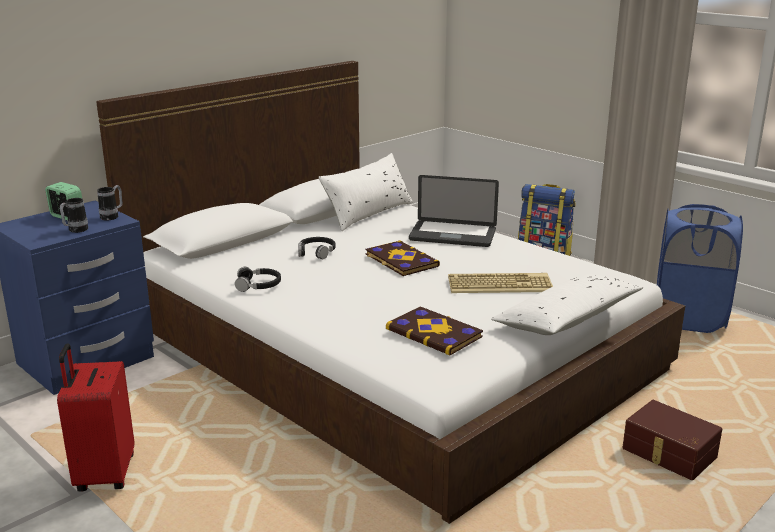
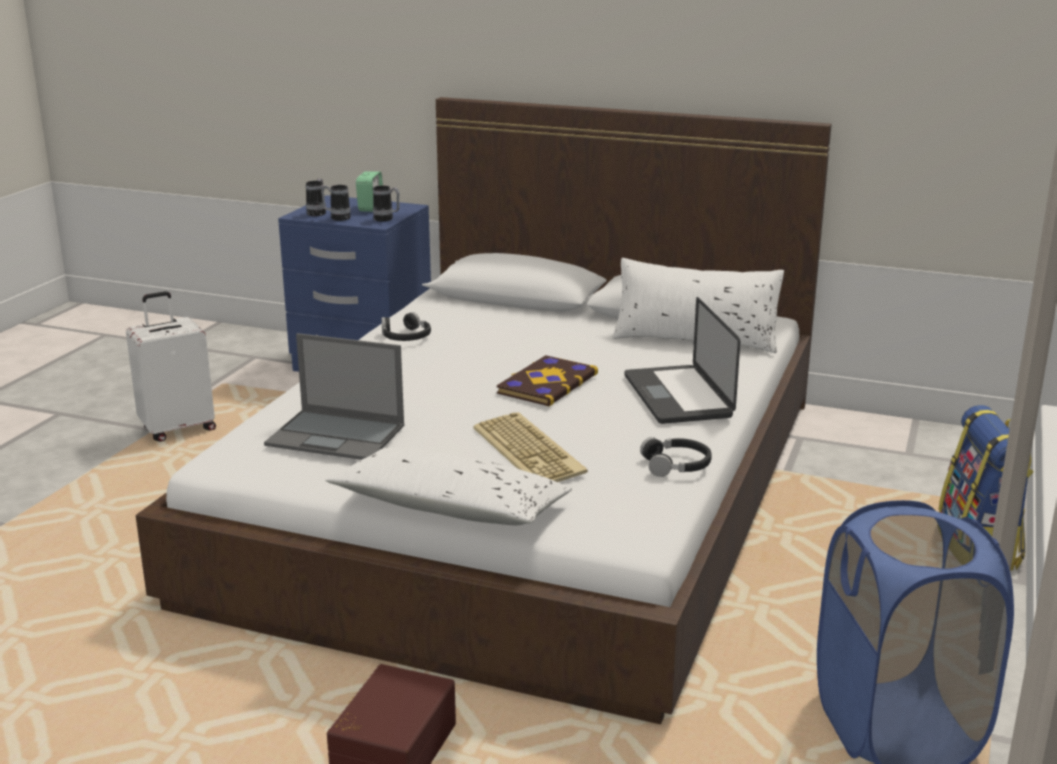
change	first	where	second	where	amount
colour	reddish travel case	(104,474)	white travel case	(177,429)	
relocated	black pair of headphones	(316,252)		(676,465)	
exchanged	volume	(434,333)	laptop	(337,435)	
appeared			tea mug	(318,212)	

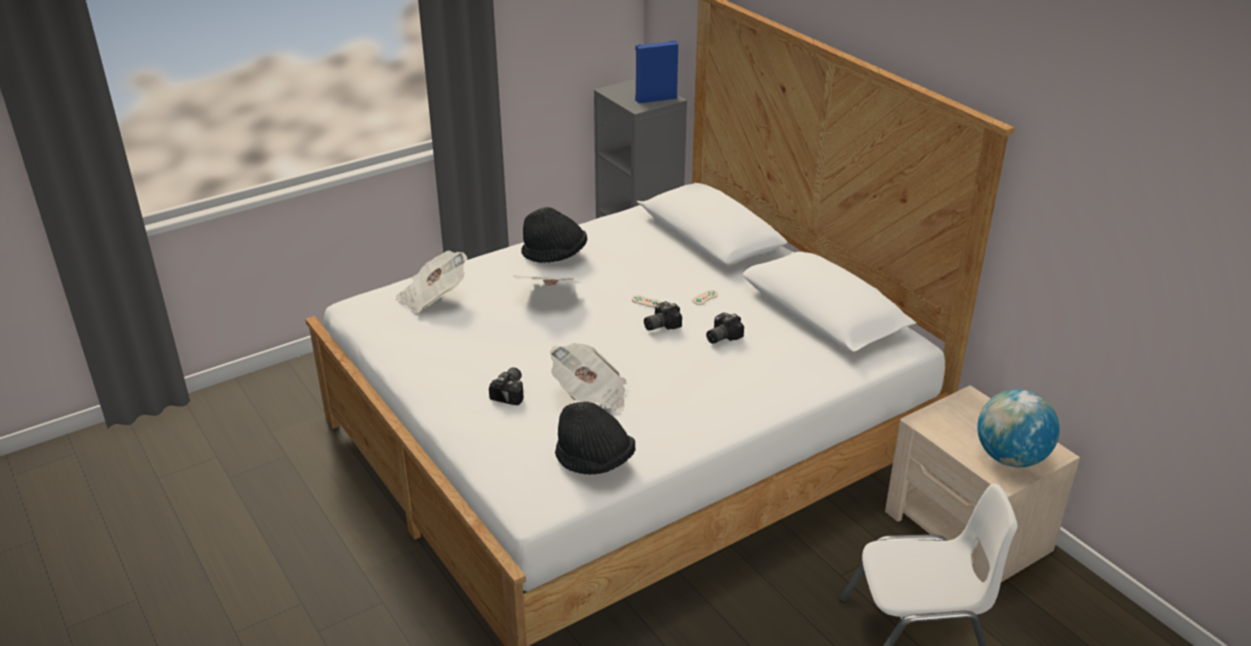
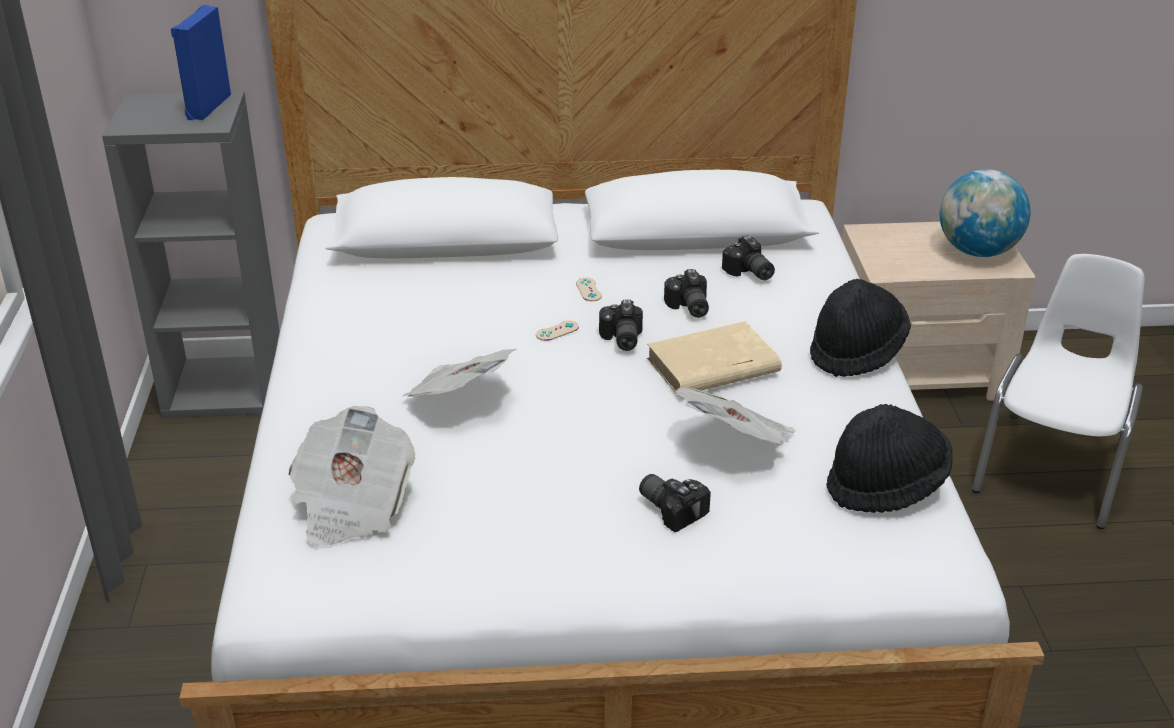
change	first	where	second	where	amount
relocated	black hat	(555,255)		(856,352)	
appeared			beige volume	(712,366)	
appeared			photo camera	(748,273)	

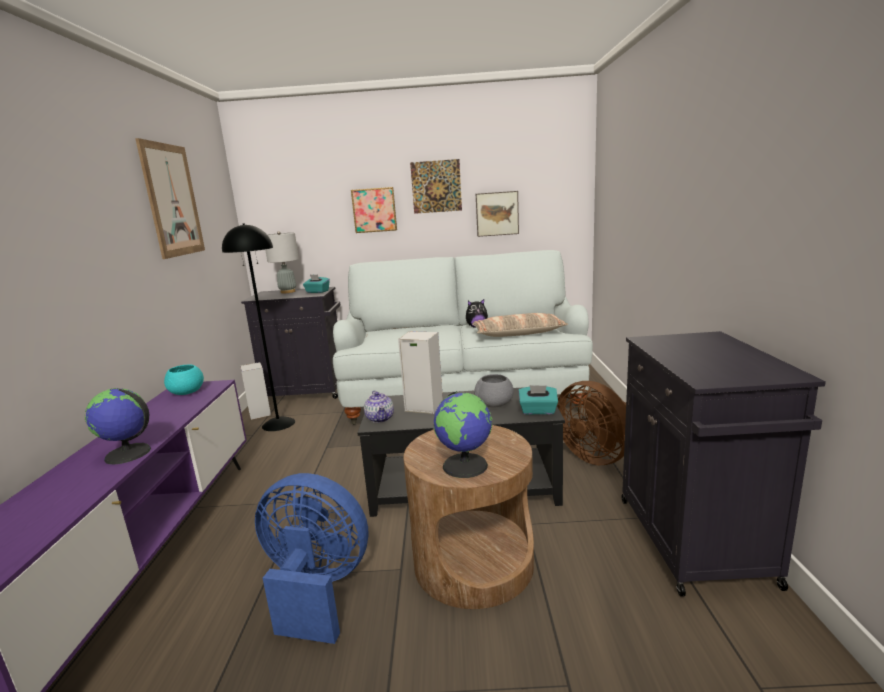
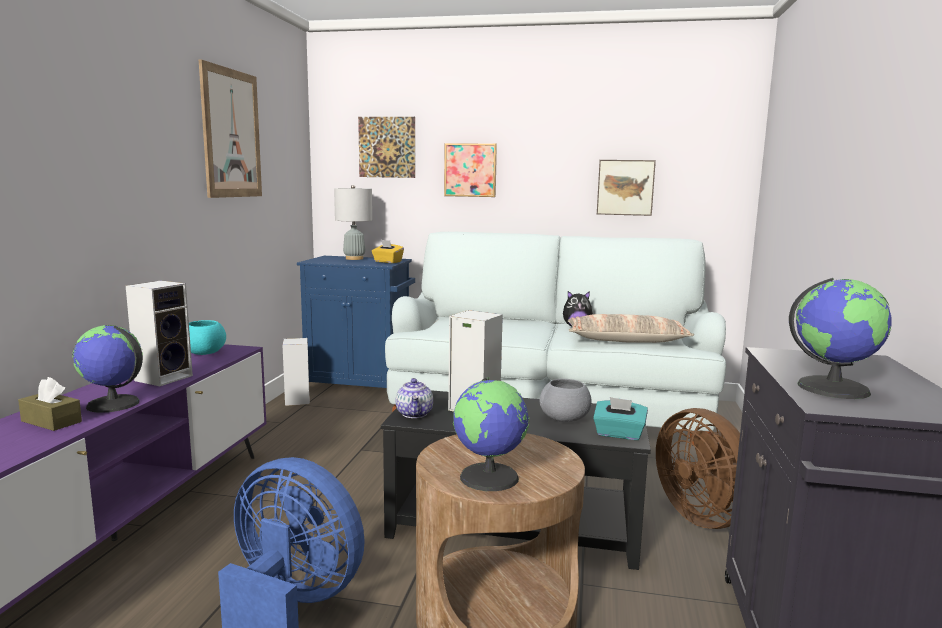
change	first	where	second	where	amount
missing	black floor lamp	(278,423)			
colour	black storage cabinet	(307,391)	blue-coloured storage cabinet	(360,384)	
colour	turquoise-coloured tissue box	(317,292)	yellow-coloured tissue box	(387,262)	
relocated	wall art	(436,186)		(387,147)	
appeared			brown tissue box	(51,421)	
appeared			audio speaker	(164,377)	
appeared			globe	(832,388)	

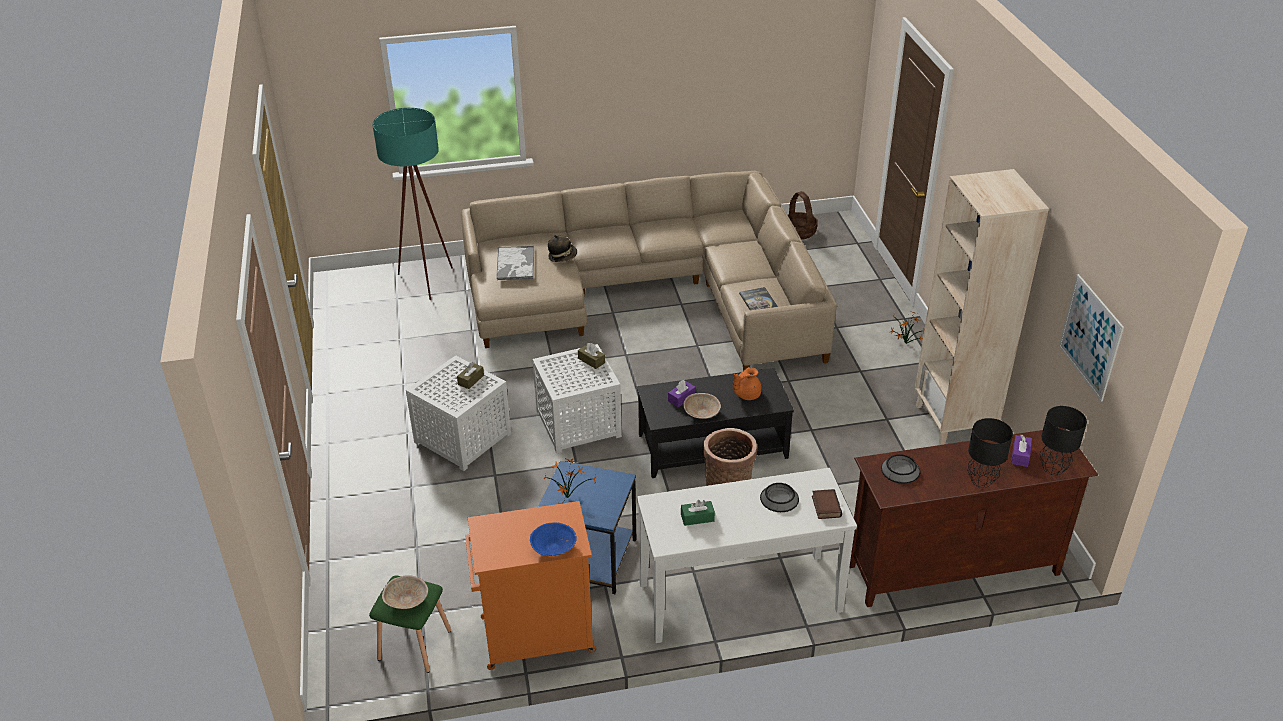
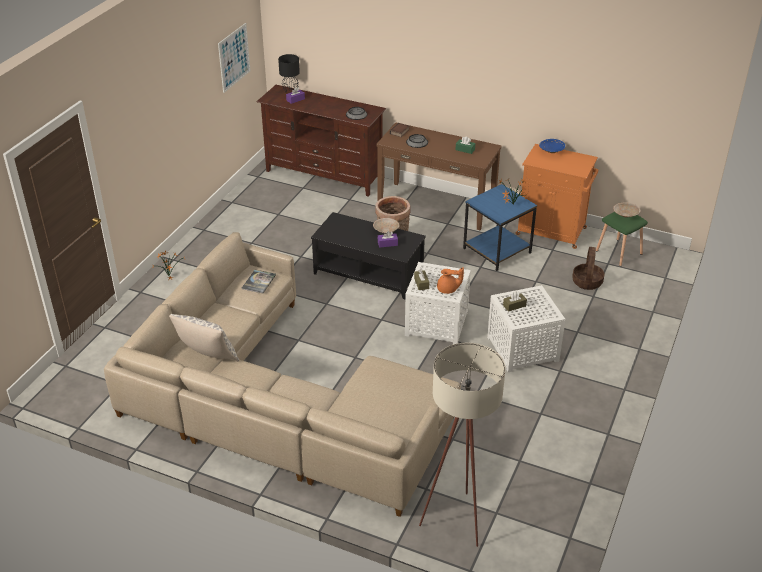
change	first	where	second	where	amount
colour	turquoise-coloured floor lamp	(427,285)	beige floor lamp	(457,515)	
missing	carrying tray	(515,264)			
missing	hat	(562,256)			
colour	white hall table	(740,598)	brown hall table	(436,205)	
relocated	orangey tea pot	(746,394)		(448,289)	
relocated	household basket	(799,232)		(587,282)	
missing	beige bookshelf	(954,423)			
missing	black table lamp	(980,481)			
appeared			pillow	(208,358)	

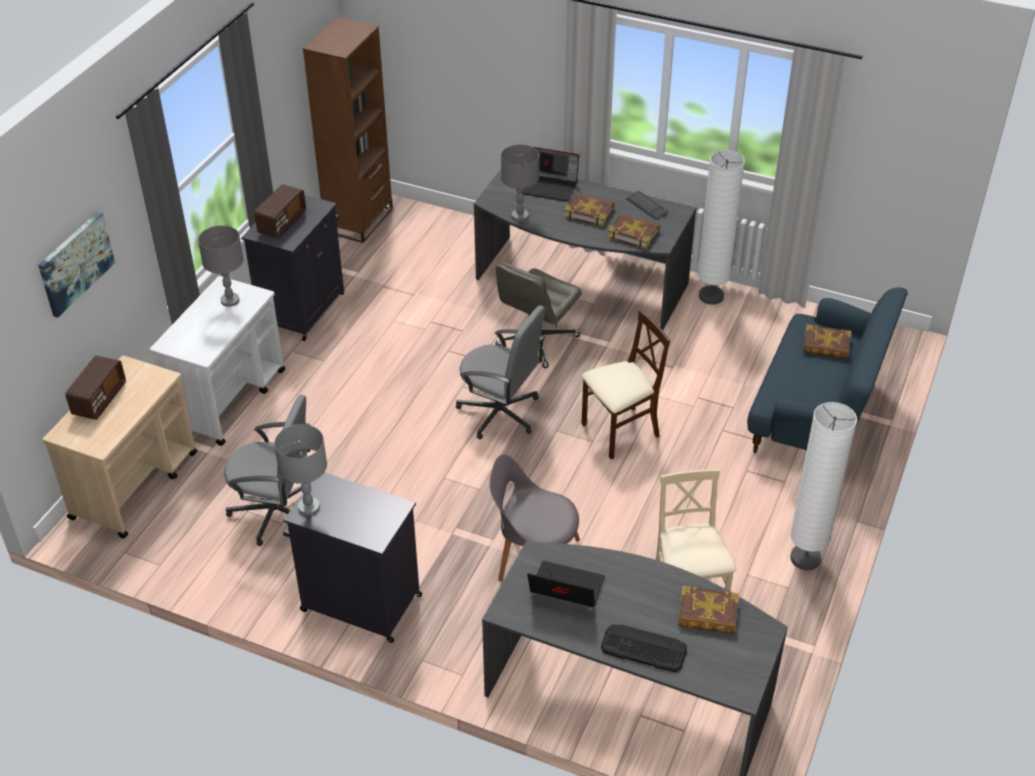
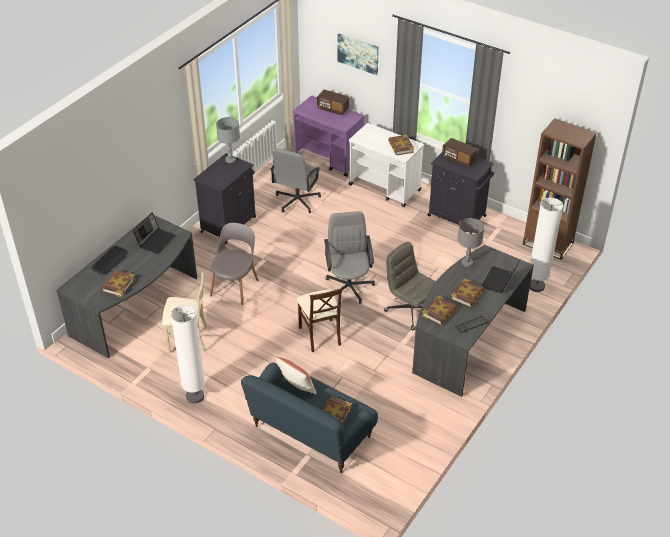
change	first	where	second	where	amount
colour	beige wheeled cart	(135,485)	purplish wheeled cart	(329,158)	
exchanged	greyish table lamp	(230,301)	volume	(400,147)	
spun	greyish office chair	(500,413)		(349,287)	135 degrees clockwise
relocated	white floor lamp	(711,296)		(536,286)	
appeared			pillow	(297,387)	

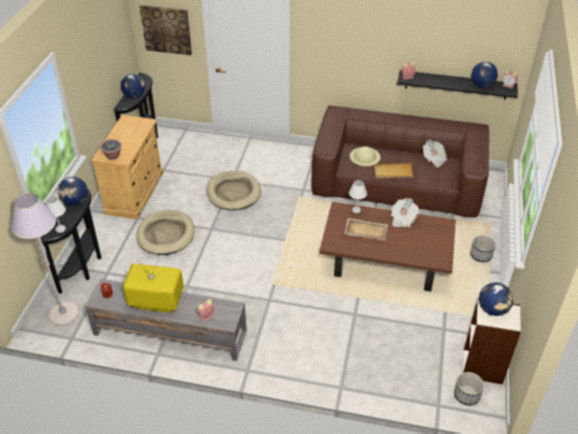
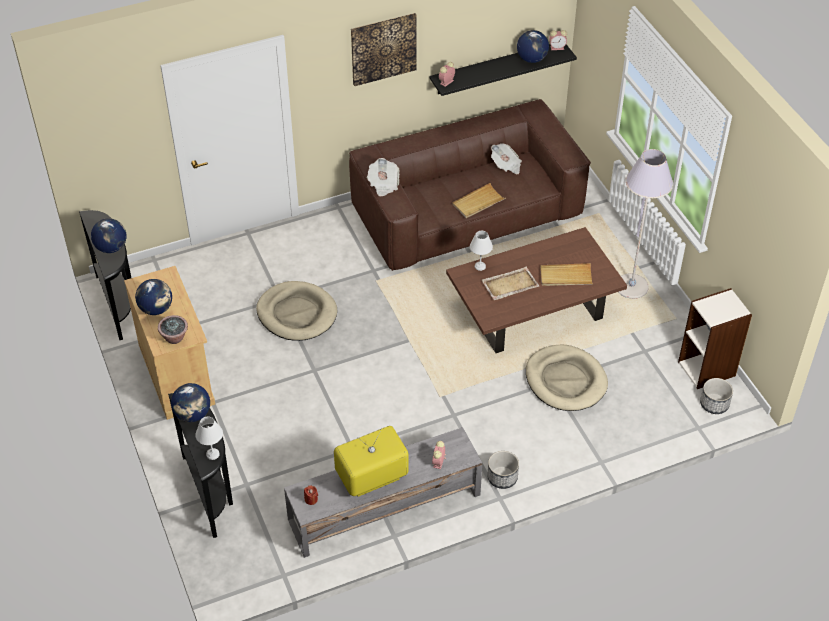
change	first	where	second	where	amount
relocated	greyish floor lamp	(63,314)		(631,287)	
relocated	beige dog bed	(166,234)		(565,380)	
relocated	wall art	(166,29)		(383,48)	
missing	beige hat	(365,156)			
relocated	printed paper	(402,219)		(383,184)	
relocated	plant pot	(480,255)		(502,478)	
relocated	globe	(493,309)		(156,309)	
appeared			beige carrying tray	(565,276)	

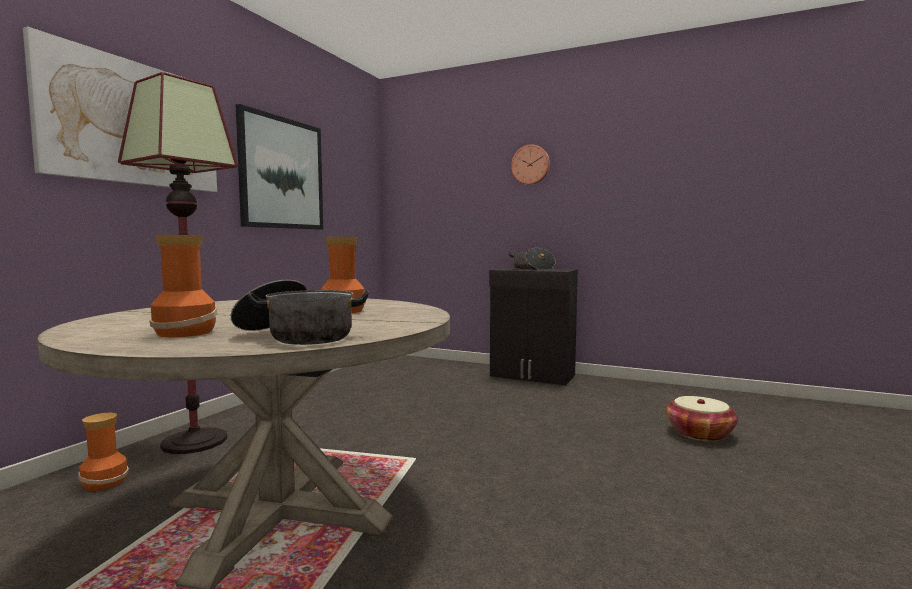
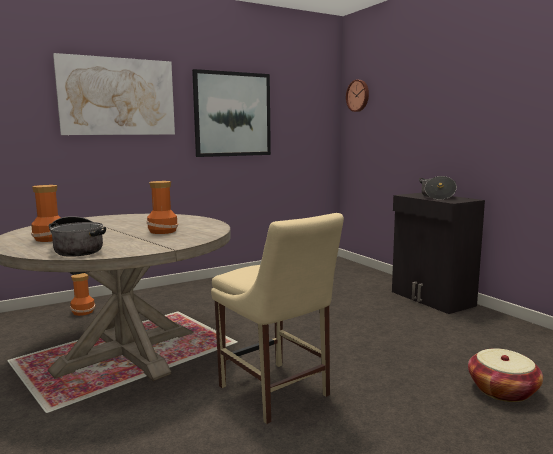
change	first	where	second	where	amount
missing	floor lamp	(195,441)			
relocated	wall clock	(530,165)		(358,95)	
appeared			beige upright chair	(276,393)	

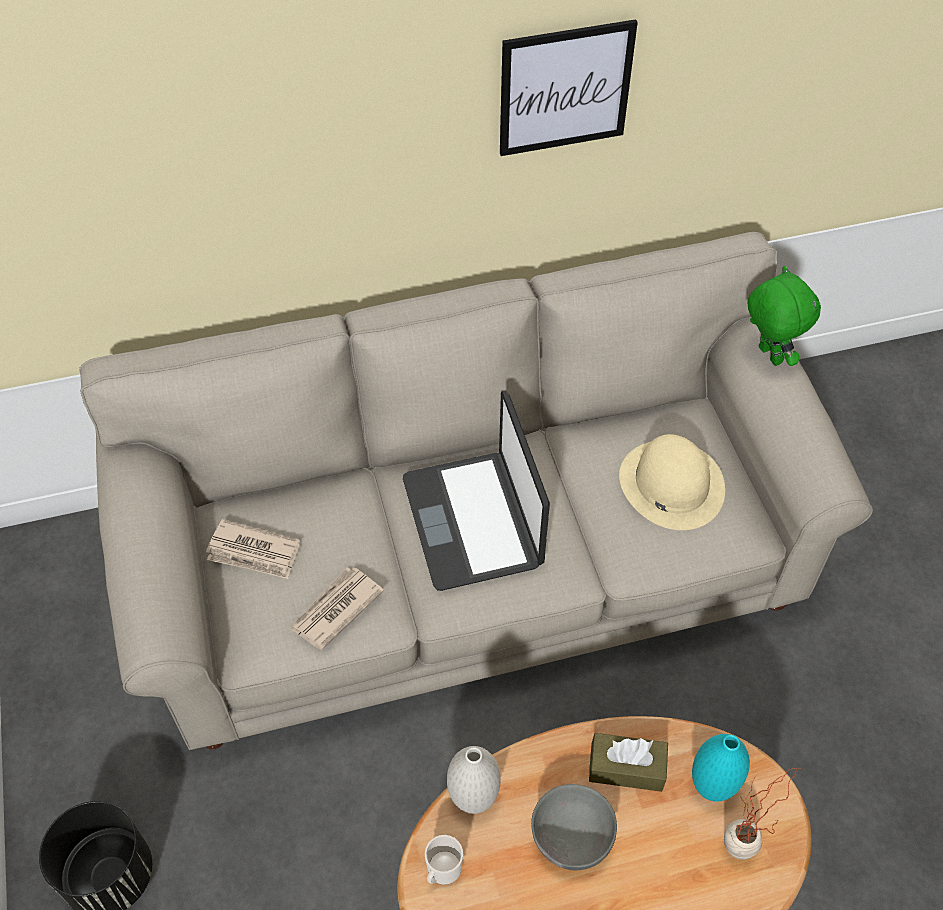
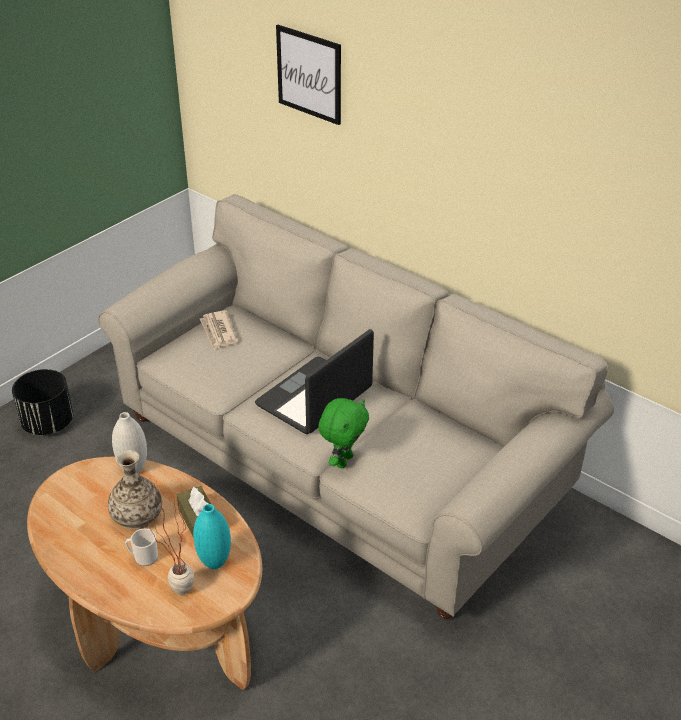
change	first	where	second	where	amount
missing	printed paper	(335,610)			
relocated	tea mug	(442,871)		(143,557)	
relocated	wall art	(565,88)		(309,74)	
exchanged	greyish deep dish	(569,839)	flower vase	(137,516)	
missing	beige hat	(670,484)			
relocated	green-coloured soft toy	(768,355)		(343,460)	

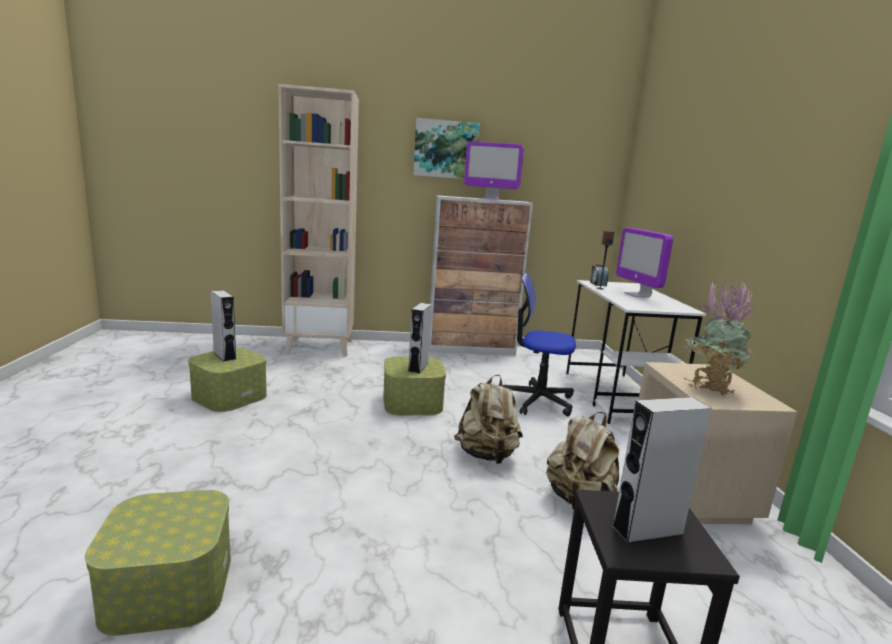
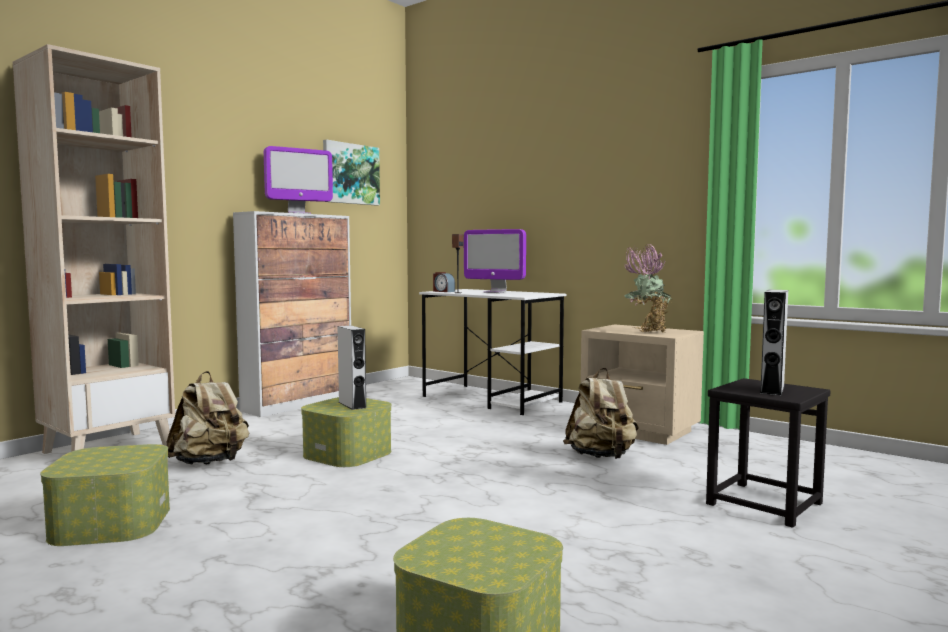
change	first	where	second	where	amount
missing	greyish audio speaker	(224,356)			
relocated	wall art	(446,149)		(350,174)	
relocated	beige rucksack	(487,455)		(210,463)	
missing	office chair	(537,400)			

